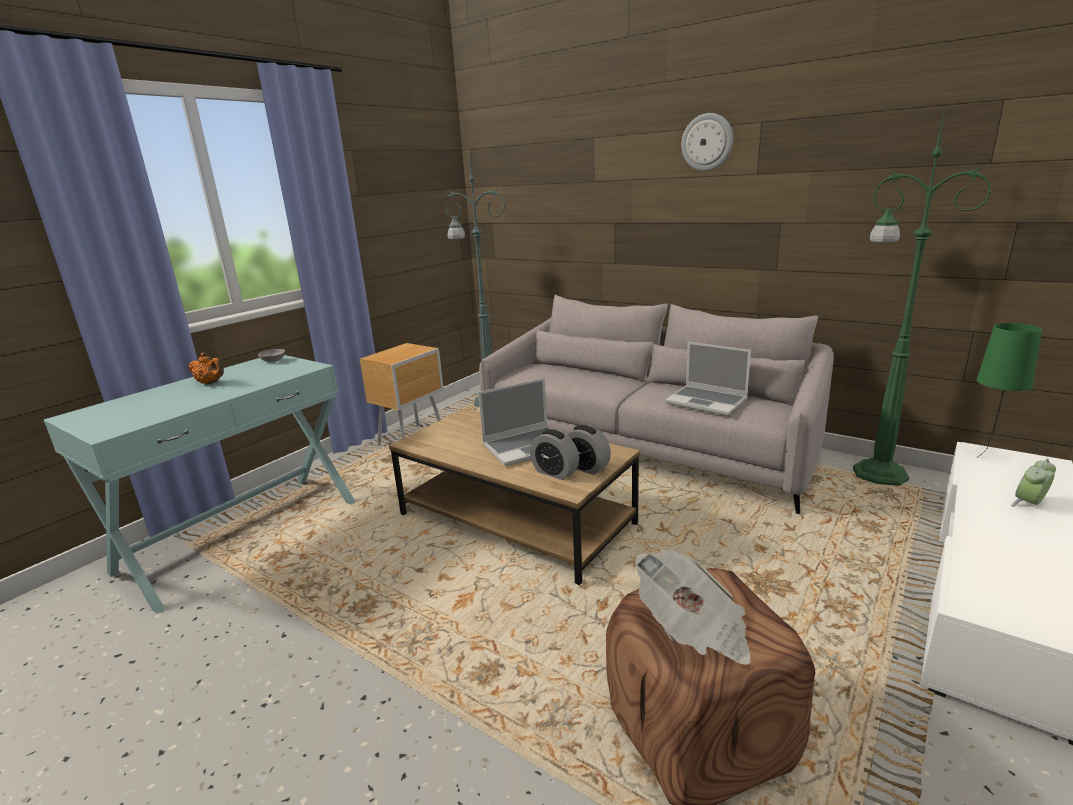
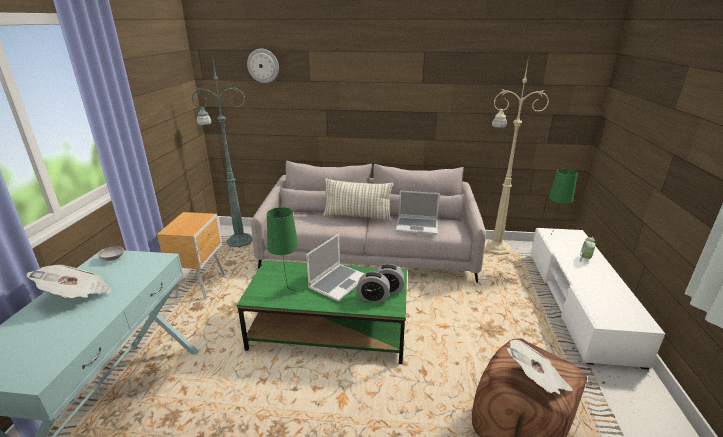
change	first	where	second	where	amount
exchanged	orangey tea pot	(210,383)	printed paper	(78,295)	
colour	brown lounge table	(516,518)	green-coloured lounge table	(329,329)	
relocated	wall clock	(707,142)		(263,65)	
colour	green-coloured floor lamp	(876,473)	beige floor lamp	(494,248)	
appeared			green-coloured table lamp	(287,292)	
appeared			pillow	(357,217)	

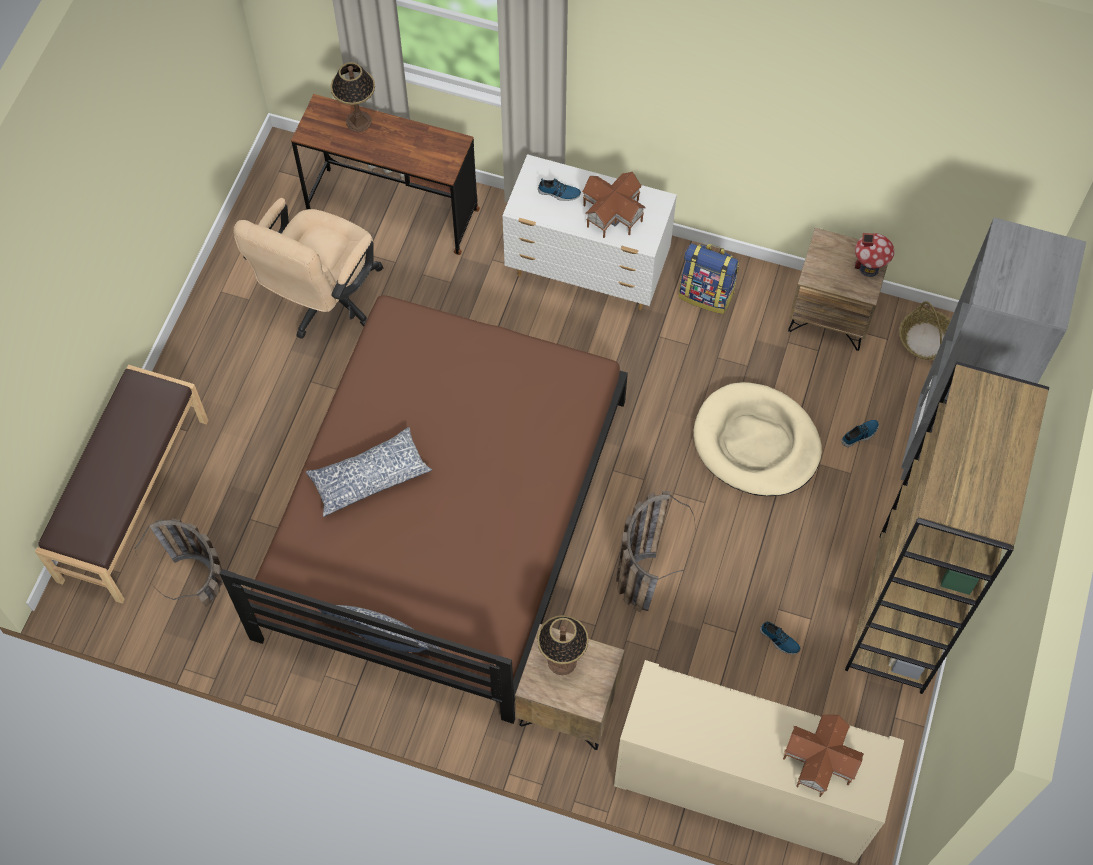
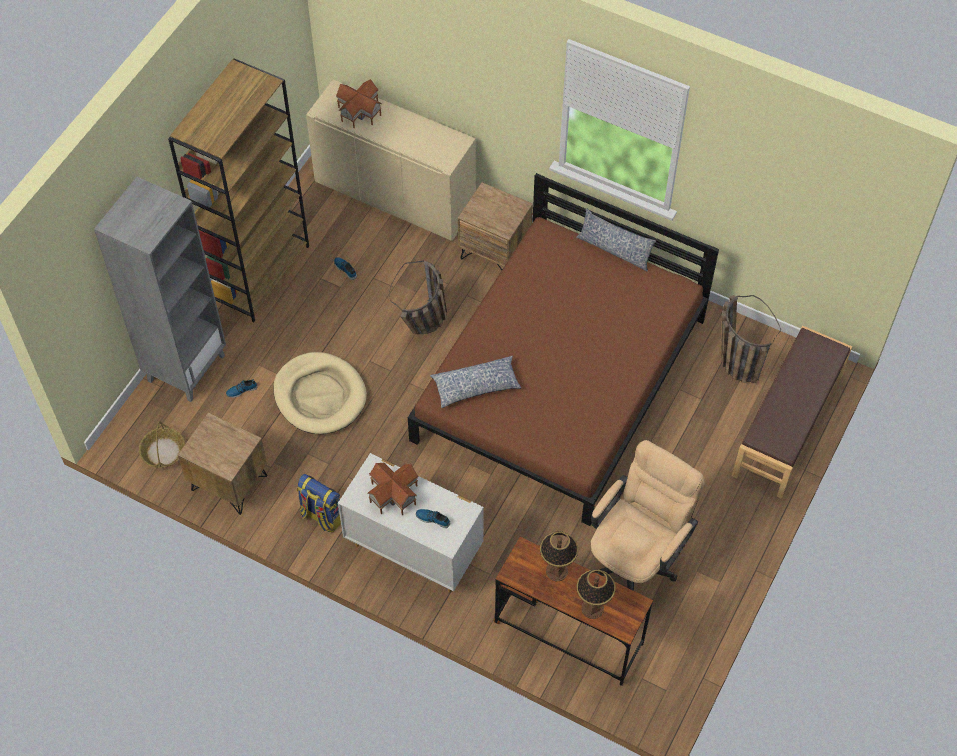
change	first	where	second	where	amount
relocated	pillow	(368,477)		(476,386)	
relocated	table lamp	(562,661)		(556,571)	
missing	toy house	(869,267)			

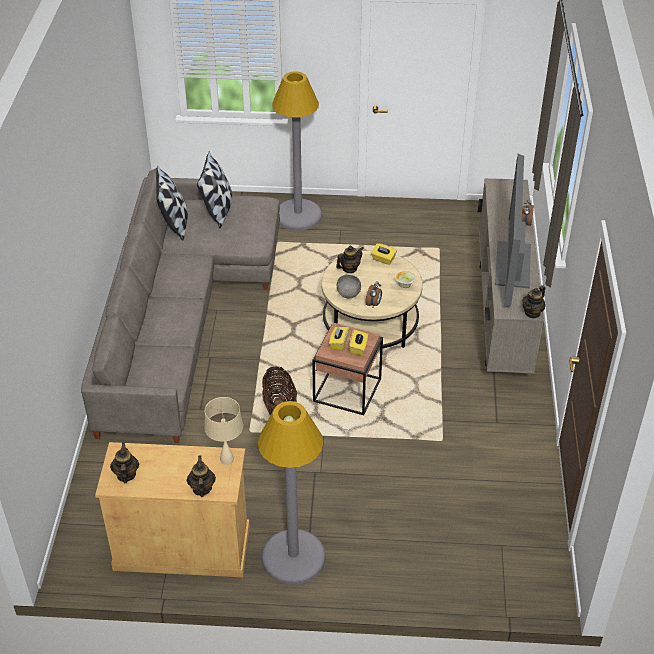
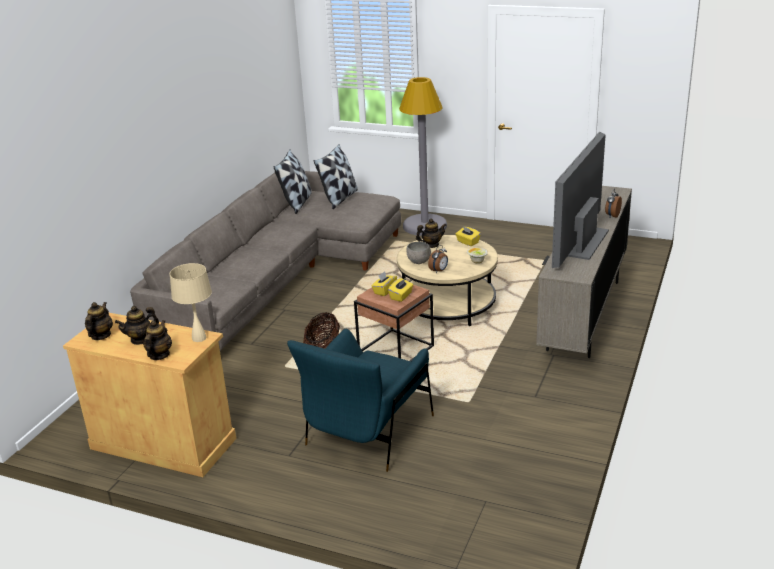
change	first	where	second	where	amount
missing	greyish floor lamp	(293,557)			
relocated	tea pot	(532,312)		(140,339)	
appeared			blue-coloured armchair	(368,433)	

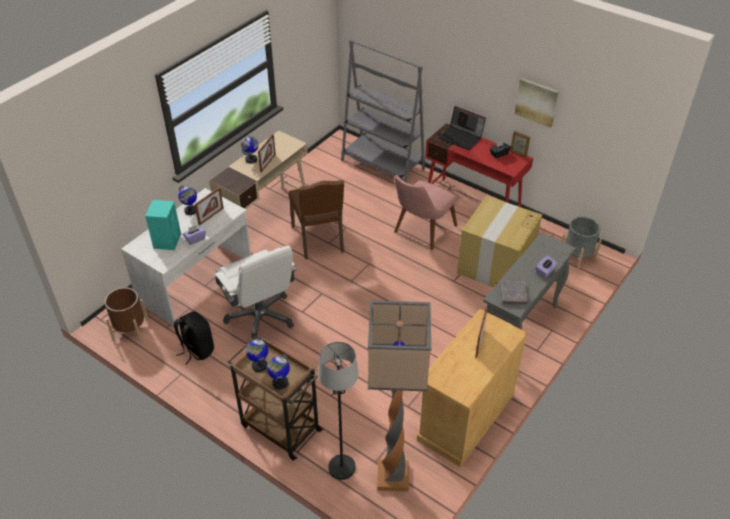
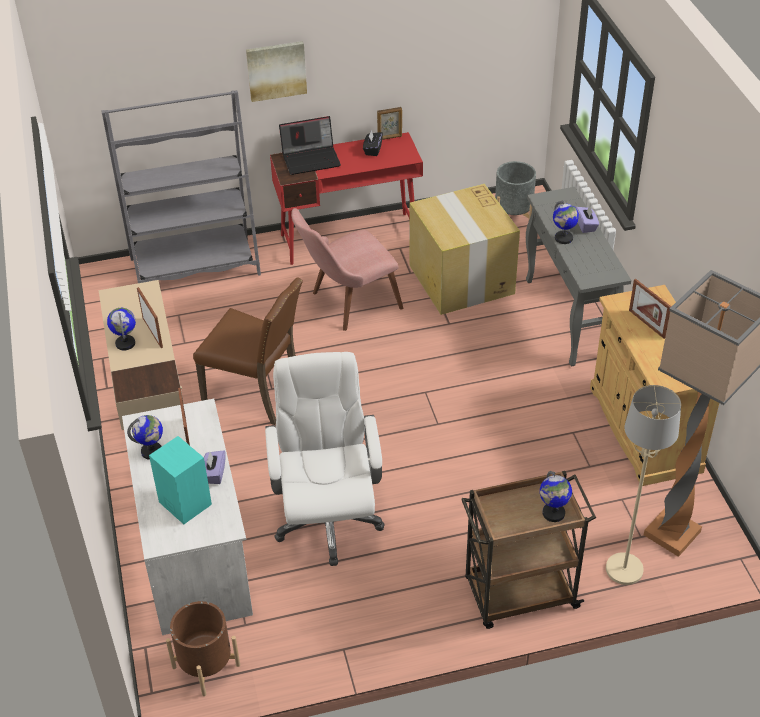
change	first	where	second	where	amount
missing	black rucksack	(196,350)			
spun	white office chair	(260,317)		(327,519)	105 degrees counterclockwise
relocated	globe	(259,365)		(563,238)	
colour	black floor lamp	(341,467)	beige floor lamp	(624,570)	
spun	pink-coloured upright chair	(421,233)		(346,304)	75 degrees clockwise
missing	greyish volume	(513,294)			
relocated	wall art	(536,102)		(276,70)	

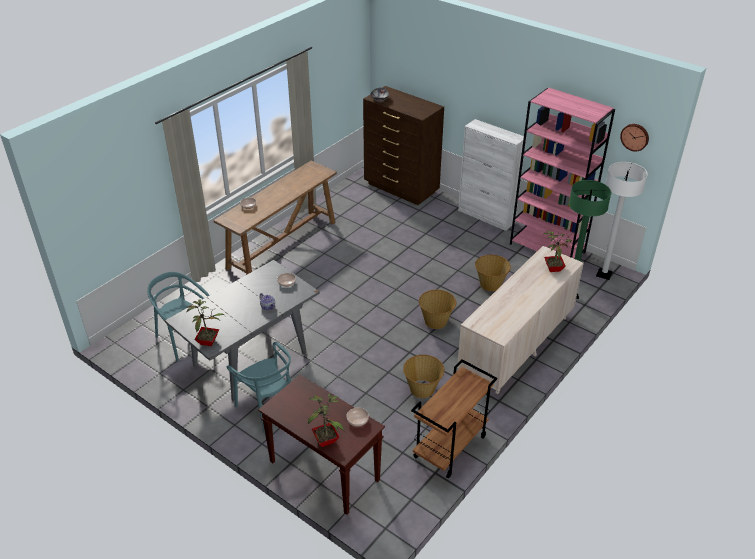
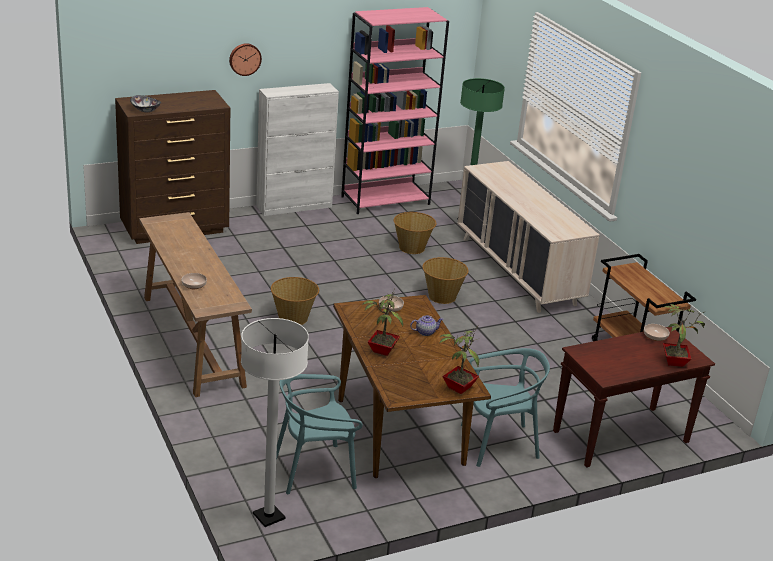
change	first	where	second	where	amount
colour	greyish kitchen table	(251,358)	brown kitchen table	(399,430)	
relocated	household basket	(422,389)		(293,318)	
relocated	potted plant	(553,268)		(381,350)	
relocated	white floor lamp	(604,274)		(269,516)	
relocated	wall clock	(635,137)		(244,59)	

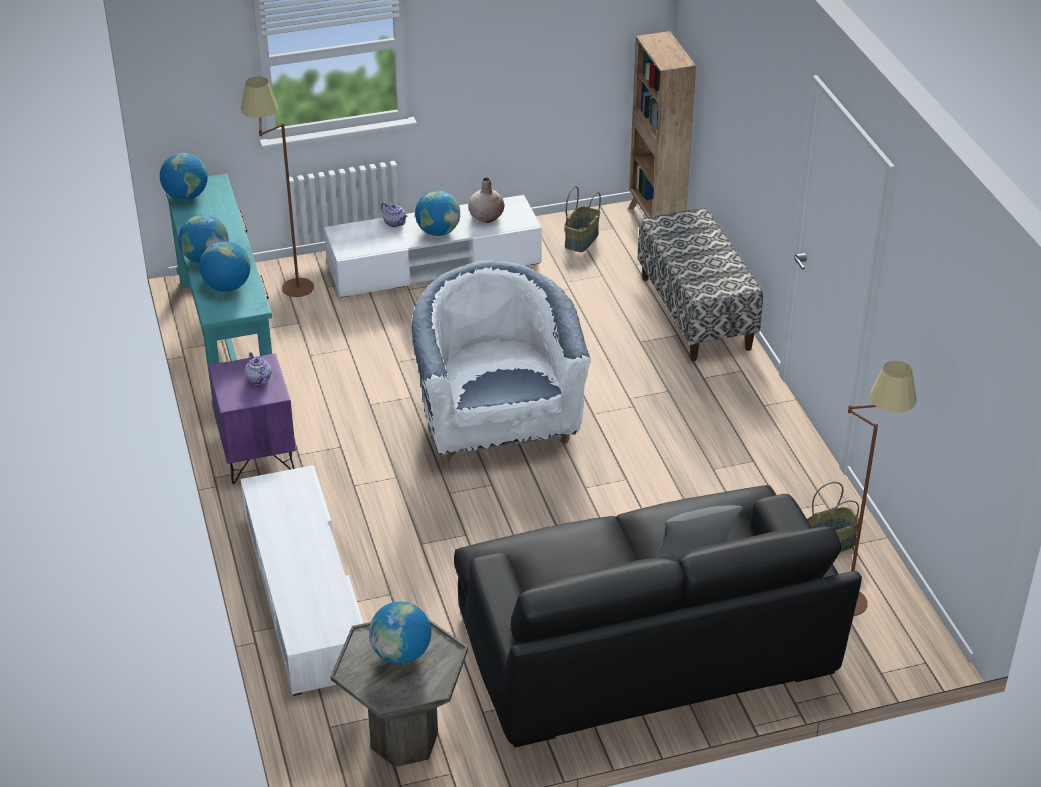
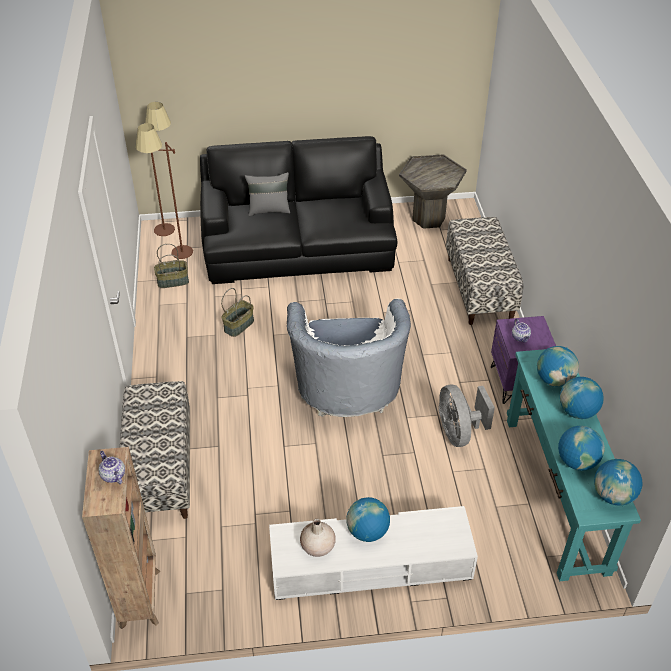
change	first	where	second	where	amount
exchanged	white tv stand	(305,595)	long seat	(479,289)	
relocated	brown floor lamp	(285,283)		(171,233)	
relocated	globe	(401,654)		(576,461)	
relocated	tea pot	(395,223)		(112,475)	
relocated	household basket	(582,240)		(238,325)	
appeared			greyish fan	(459,432)	

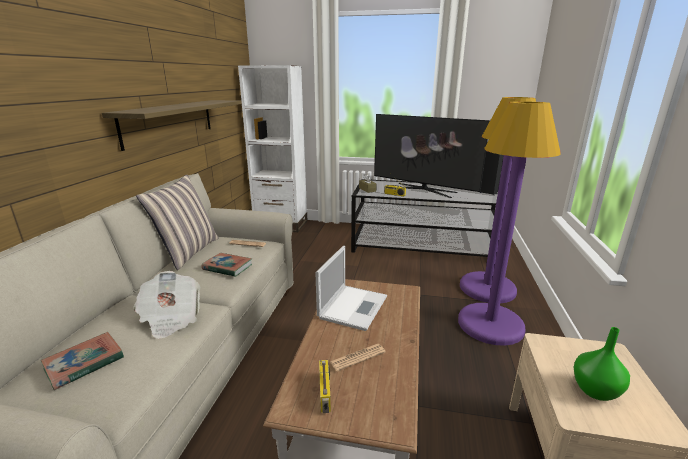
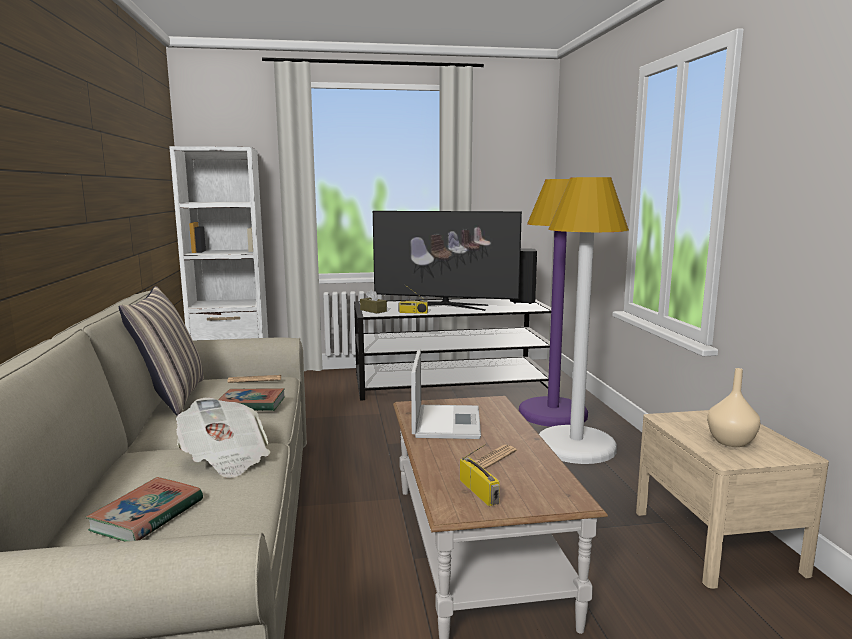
change	first	where	second	where	amount
missing	bracket shelf	(170,121)			
colour	purplish floor lamp	(490,324)	white floor lamp	(576,446)	
colour	green-coloured flower vase	(594,390)	beige flower vase	(730,442)	

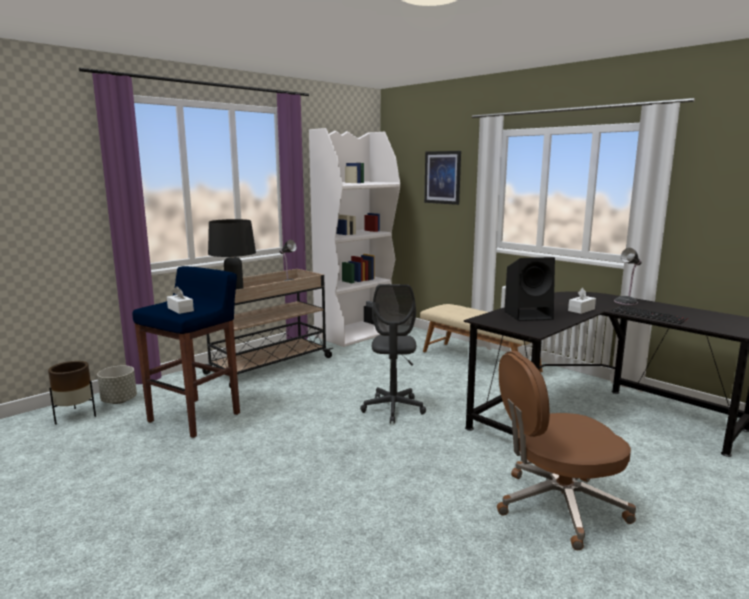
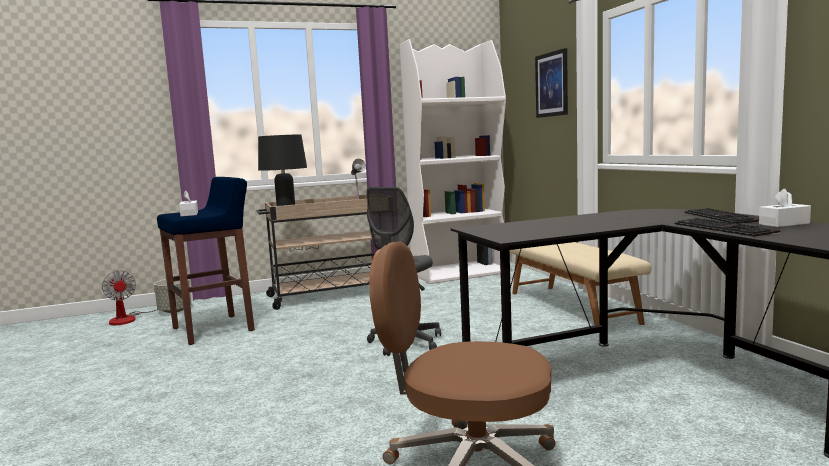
change	first	where	second	where	amount
exchanged	brown plant pot	(75,416)	fan	(129,318)	
missing	black audio speaker	(529,315)			
relocated	white tissue box	(581,310)		(784,224)	
exchanged	table lamp	(627,302)	computer keyboard	(723,217)	

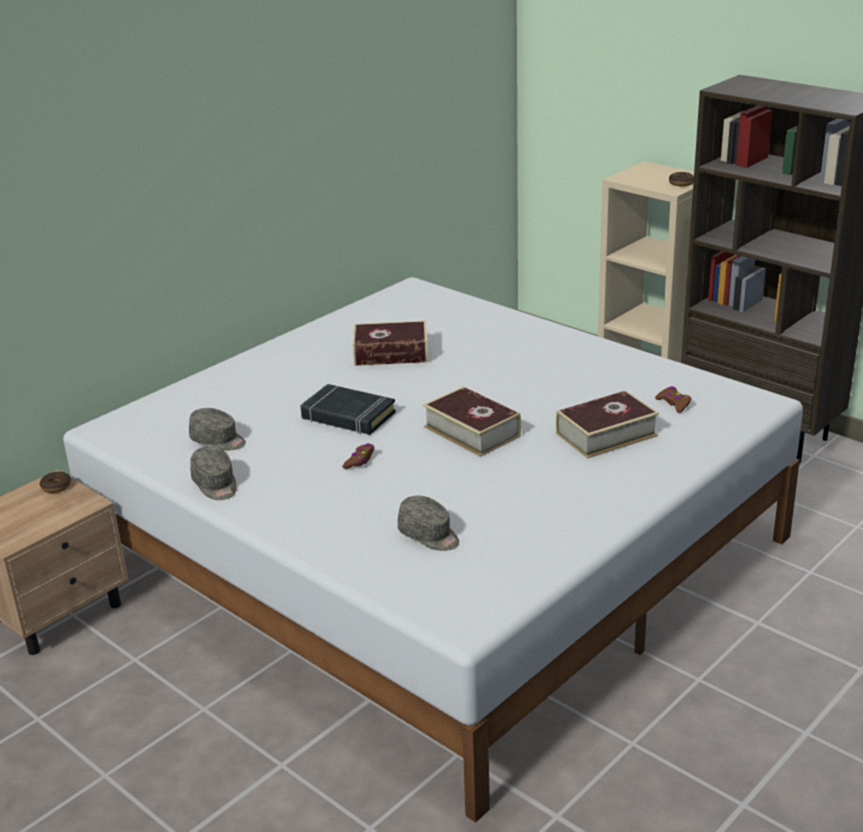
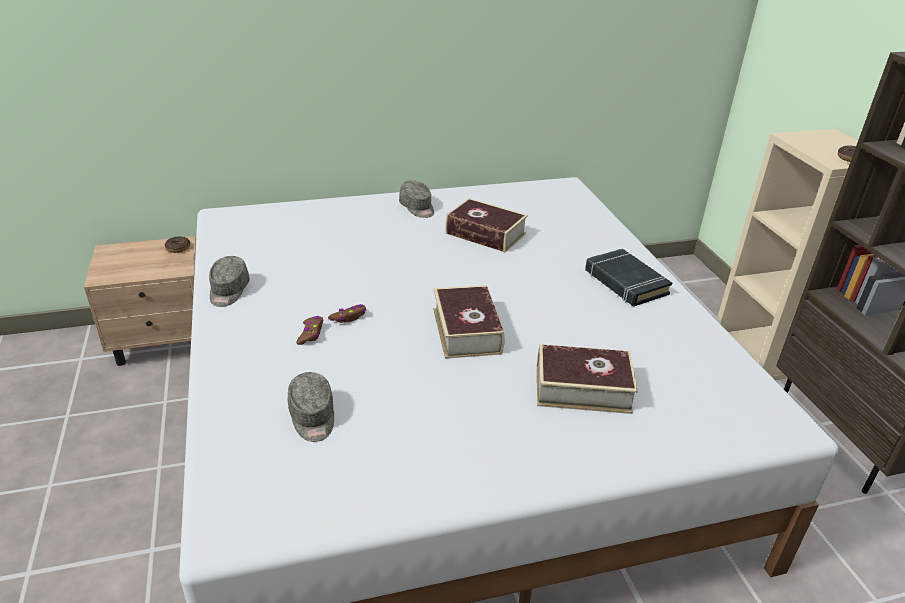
change	first	where	second	where	amount
relocated	greyish peaked cap	(218,440)		(417,208)	
relocated	black volume	(348,416)		(625,282)	
relocated	brown gamepad	(674,403)		(311,334)	

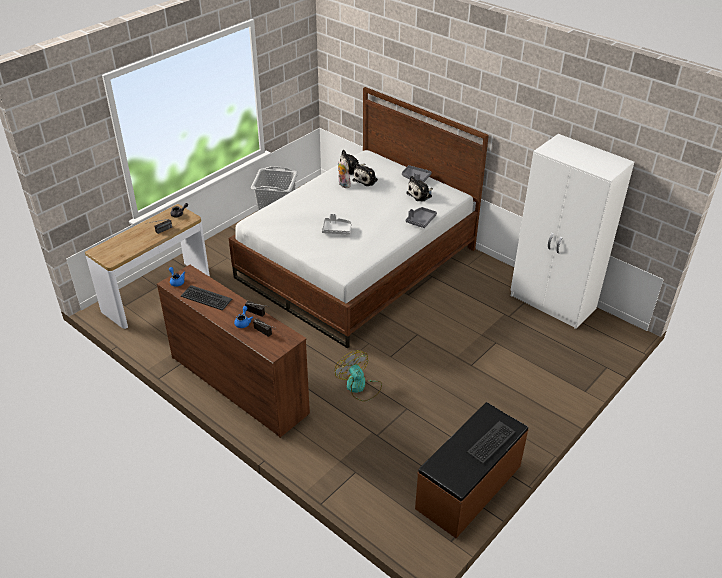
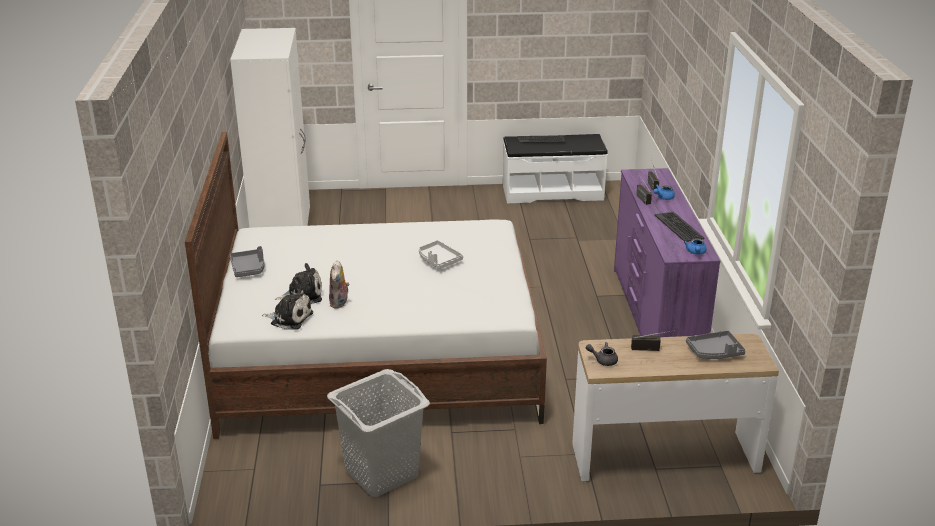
change	first	where	second	where	amount
colour	brown chest of drawers	(238,384)	purplish chest of drawers	(654,319)	
missing	fan	(359,387)			
missing	soft toy	(420,194)			
relocated	greyish carrying tray	(420,220)		(714,352)	
colour	brown long seat	(469,487)	white long seat	(552,192)	

